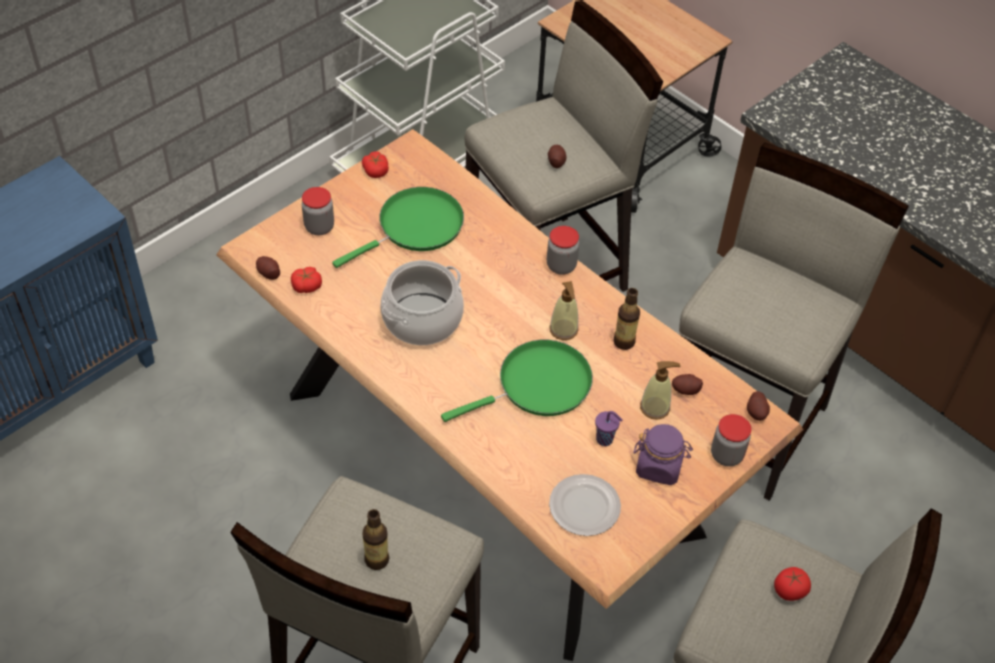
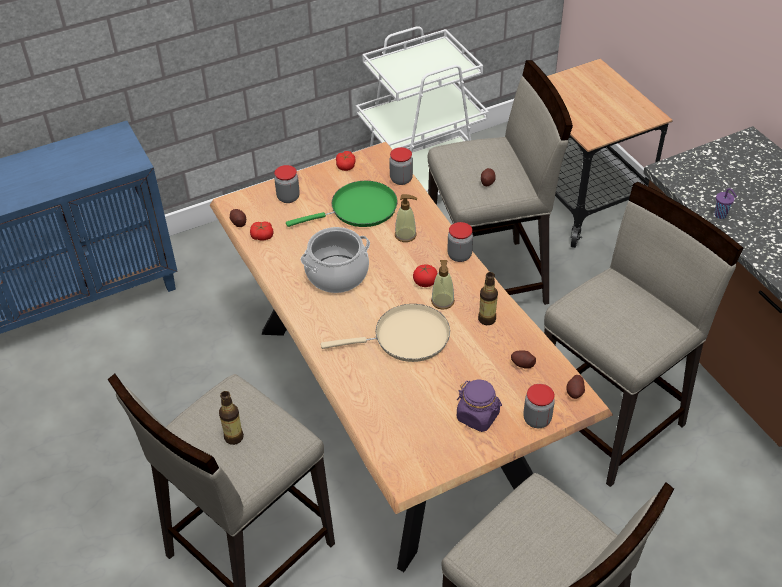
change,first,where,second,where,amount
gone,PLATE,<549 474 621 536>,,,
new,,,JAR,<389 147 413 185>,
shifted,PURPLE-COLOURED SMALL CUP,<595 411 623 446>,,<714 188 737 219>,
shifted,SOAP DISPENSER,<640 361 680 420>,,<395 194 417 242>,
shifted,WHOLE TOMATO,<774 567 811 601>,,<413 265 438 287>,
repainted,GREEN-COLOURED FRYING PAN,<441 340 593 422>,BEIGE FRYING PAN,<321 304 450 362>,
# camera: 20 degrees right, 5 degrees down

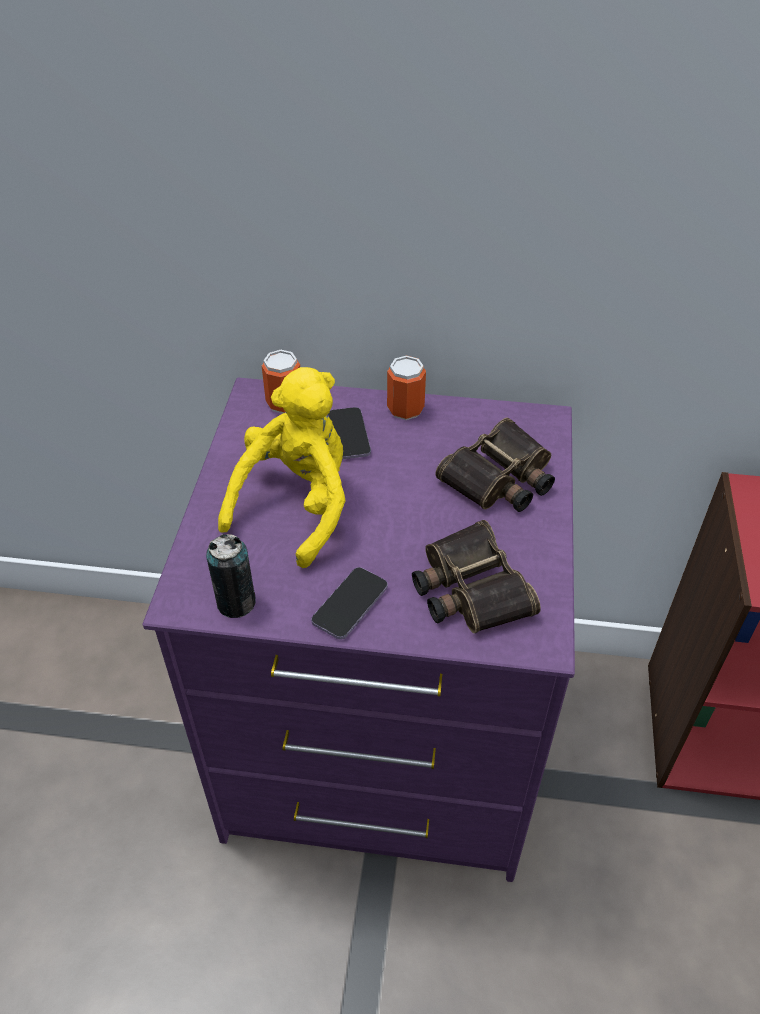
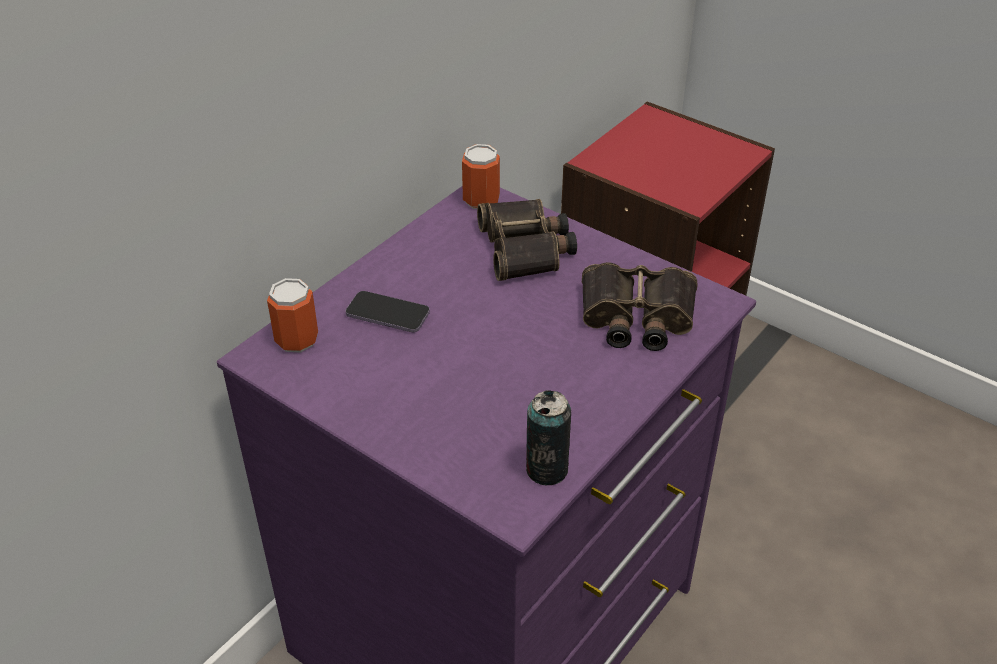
change,first,where,second,where,amount
gone,YELLOWISH PLUSH TOY,<218 367 346 568>,,,
gone,PHONE,<311 567 388 640>,,,
shifted,SEALED CAN,<387 355 426 420>,,<462 144 500 209>,
# camera: 60 degrees left, 5 degrees down

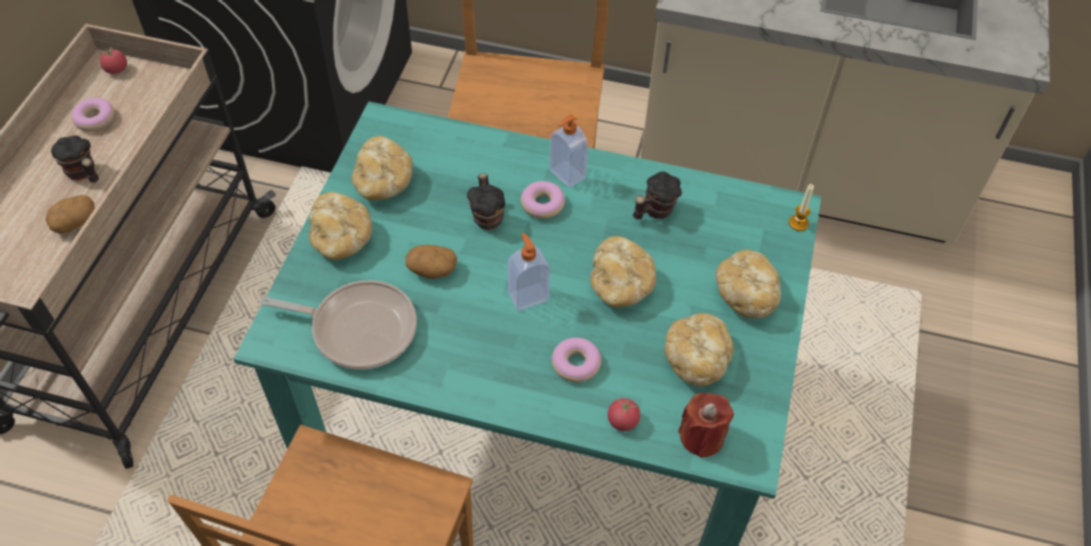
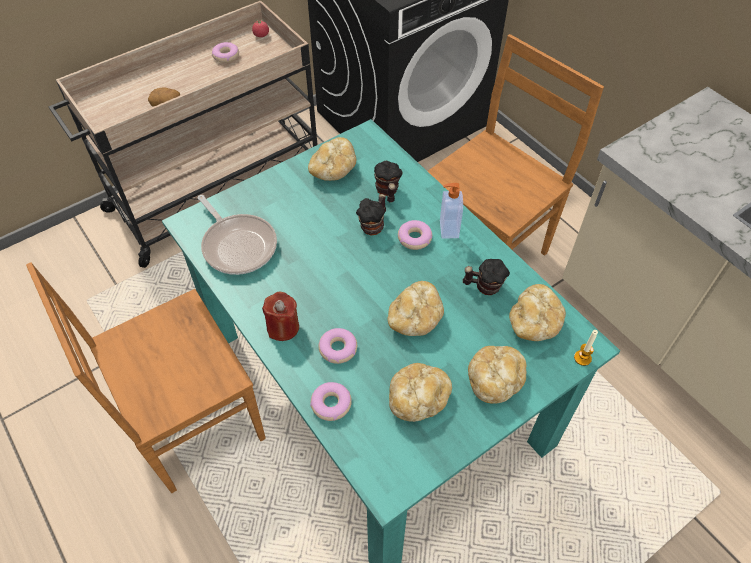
change,first,where,second,where,amount
gone,SPUD,<405 245 457 279>,,,
gone,SOAP DISPENSER,<508 233 550 311>,,,
shifted,MUG,<51 136 99 183>,,<374 161 403 202>,
shifted,BREAD,<309 192 372 260>,,<509 284 566 341>,
shifted,RED-COLOURED WAX CANDLE,<678 393 734 458>,,<262 292 299 341>,
swapped,WHOLE TOMATO,<608 398 640 431>,DONUT,<310 382 352 421>,
# camera: 40 degrees right, 0 degrees up

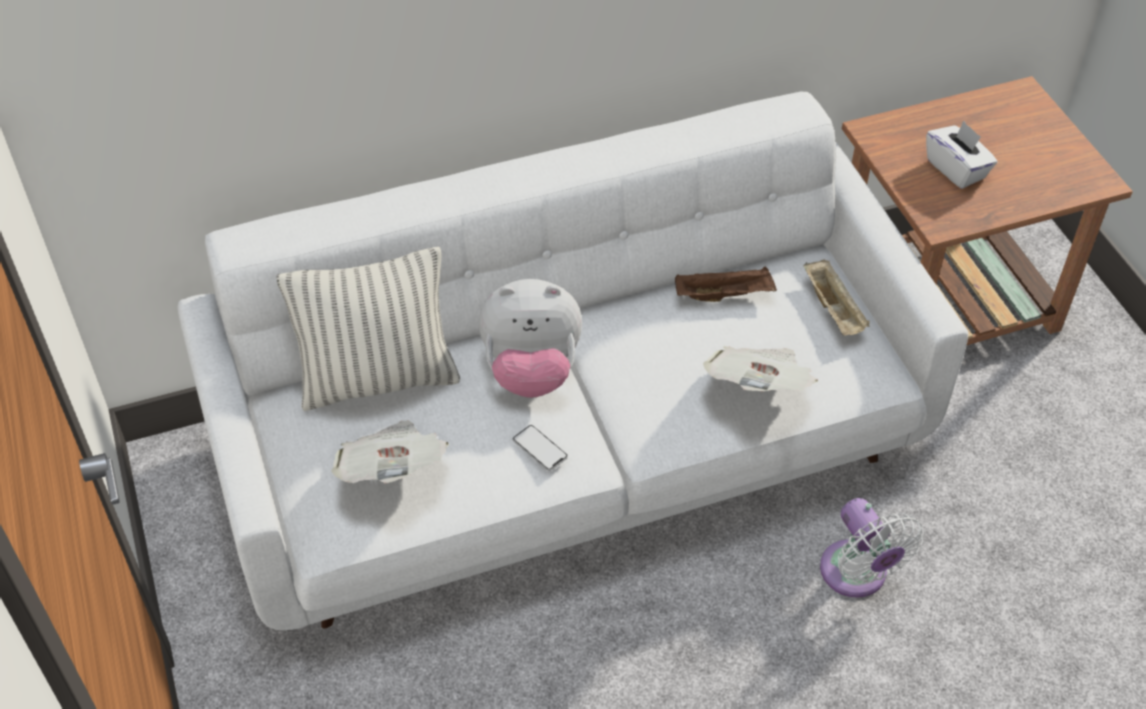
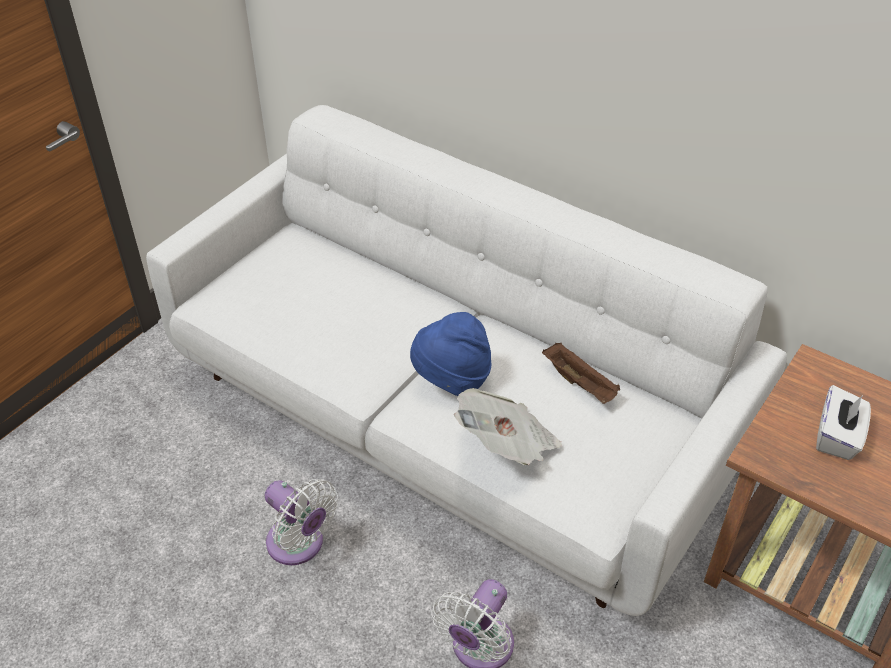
change,first,where,second,where,amount
gone,PILLOW,<276 247 460 411>,,,
gone,NEWSPAPER,<331 420 450 483>,,,
gone,PLUSH TOY,<479 279 582 398>,,,
gone,PHONE,<513 425 568 471>,,,
gone,BEIGE TRAY,<804 259 870 336>,,,
new,,,WHITE FAN,<265 479 338 565>,
new,,,BLUE-COLOURED CLOTHING HAT,<410 312 491 396>,
# camera: 55 degrees right, 5 degrees down

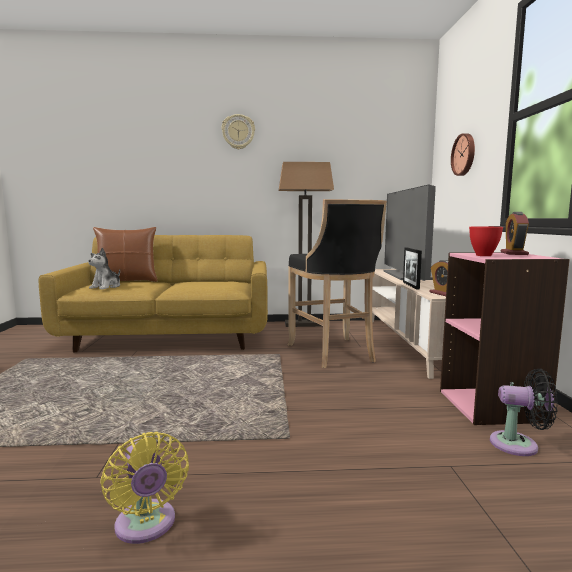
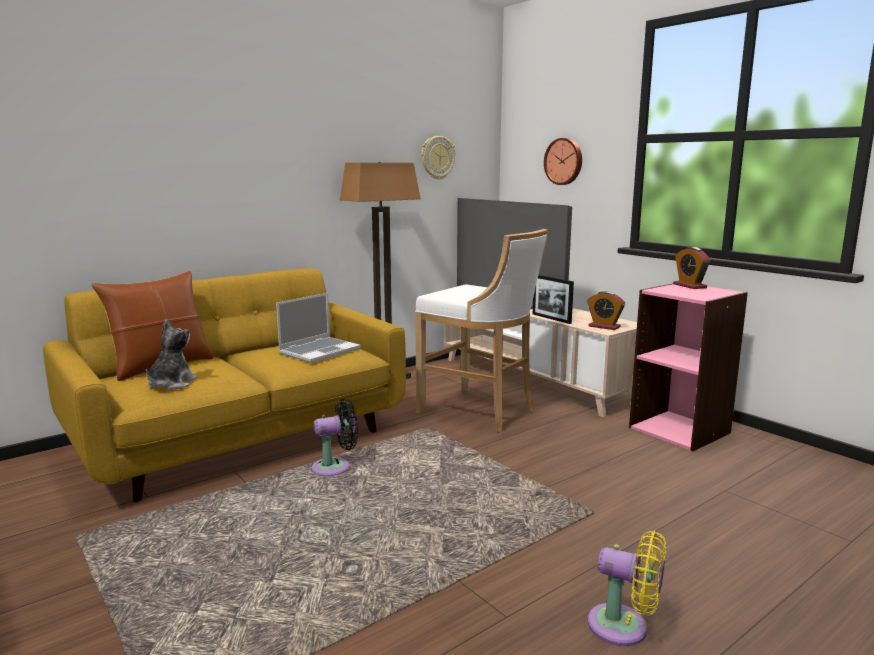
change,first,where,second,where,amount
gone,RED-COLOURED BOWL,<469 227 503 256>,,,
new,,,LAPTOP,<276 293 361 363>,
shifted,CLOCK ON THE WALL,<221 114 255 150>,,<421 136 456 180>,
shifted,BLACK-COLOURED FAN,<490 369 558 456>,,<311 398 358 476>,
repainted,BLACK-COLOURED SITTING STOOL,<288 199 387 368>,WHITE SITTING STOOL,<415 229 548 432>,
rotated,PLUSH TOY,<88 248 120 289>,,<146 320 197 390>,150 degrees counterclockwise
# camera: 35 degrees left, 5 degrees up

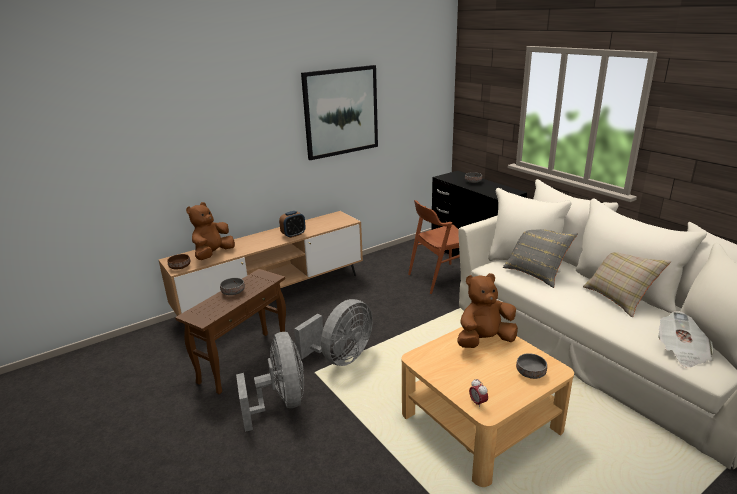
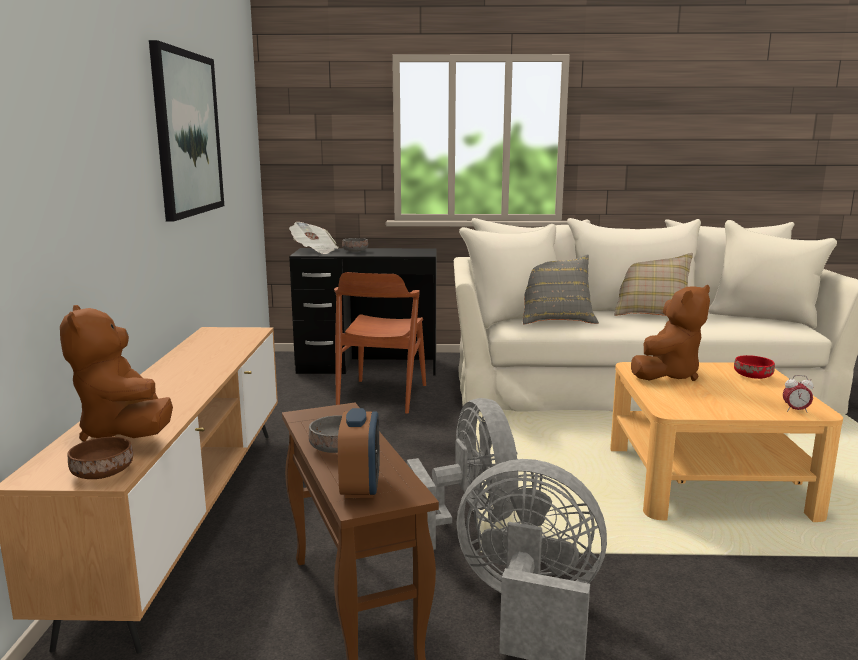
change,first,where,second,where,amount
shifted,TABLE CLOCK,<279 211 306 238>,,<338 408 380 498>,
shifted,NEWSPAPER,<658 311 713 367>,,<289 222 339 254>,
repainted,GREY BOWL,<516 353 547 379>,RED-COLOURED BOWL,<734 355 775 379>,
rotated,BROWNISH PLUSH TOY,<457 273 518 348>,,<631 285 710 381>,150 degrees counterclockwise
# camera: 55 degrees left, 10 degrees down

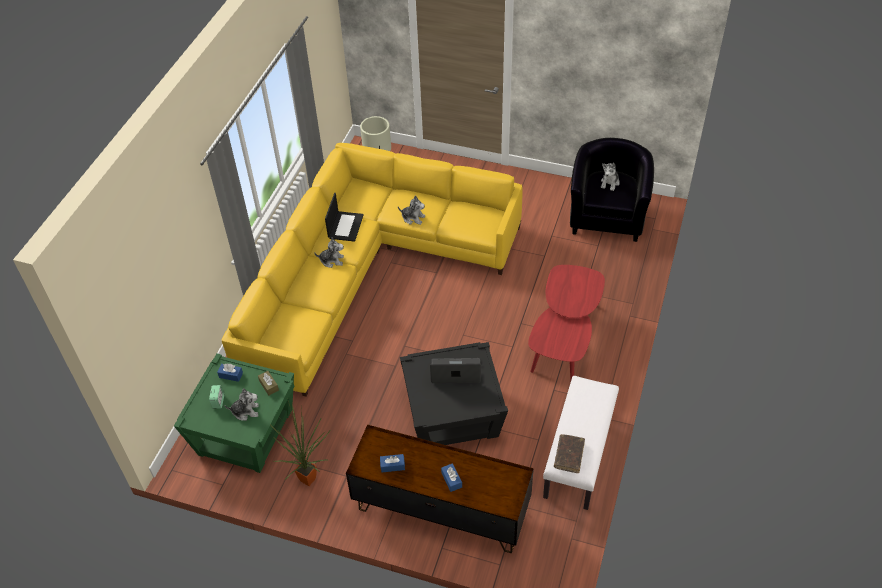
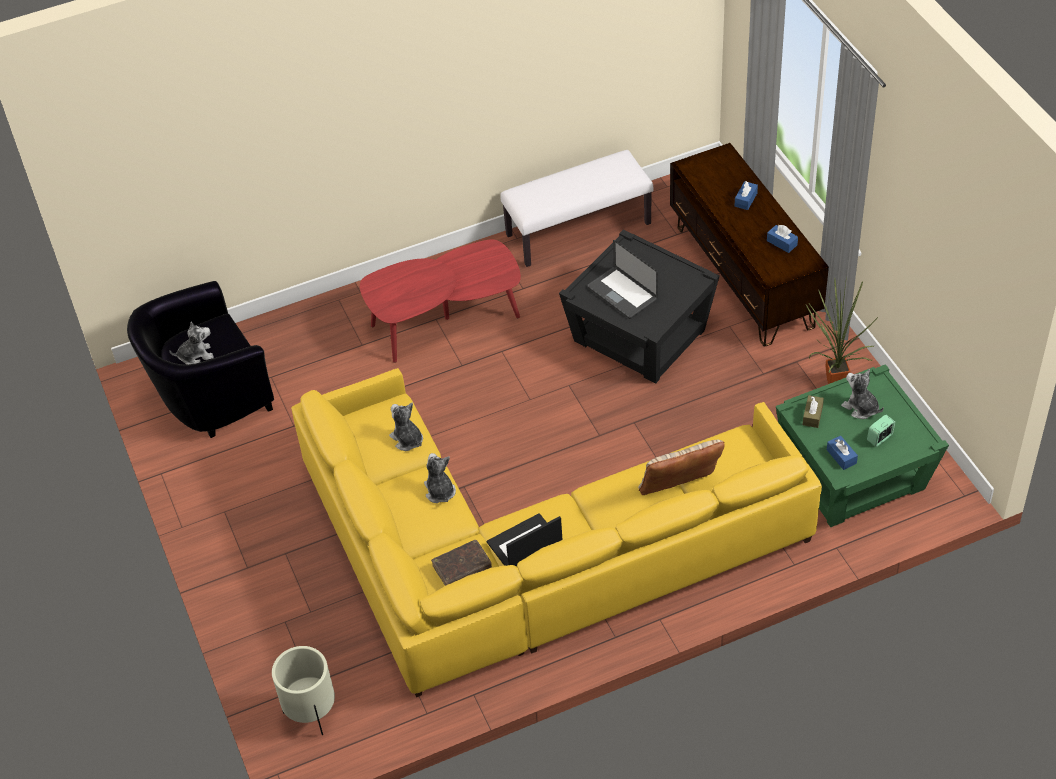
change,first,where,second,where,amount
new,,,BEIGE PILLOW,<638 440 725 495>,
shifted,PLUSH TOY,<314 238 344 268>,,<389 402 423 451>,
shifted,BROWNISH BOUND BOOK,<554 434 585 473>,,<431 540 492 586>,
# camera: 130 degrees left, 0 degrees up

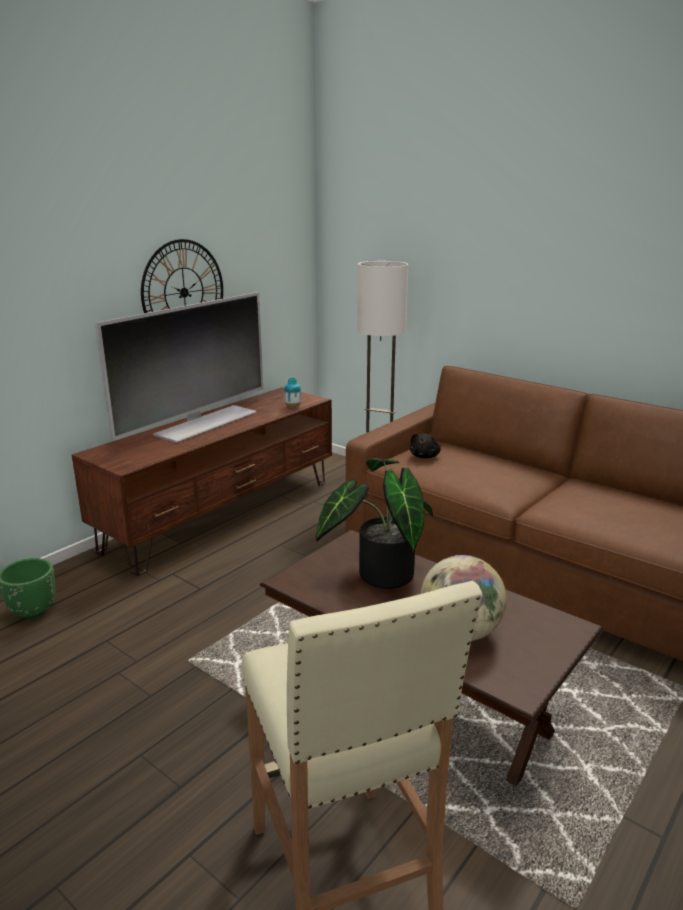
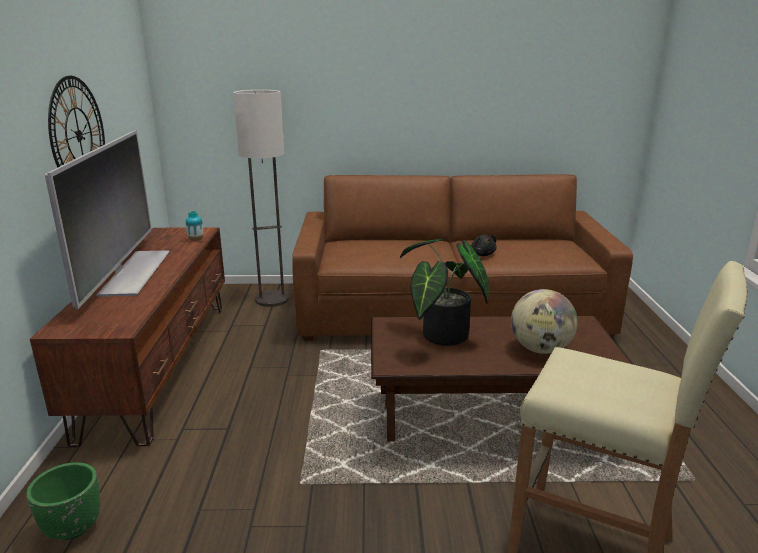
change,first,where,second,where,amount
shifted,BLACK-COLOURED PLUSH TOY,<410 433 441 458>,,<471 235 497 256>,
# camera: 40 degrees left, 0 degrees up

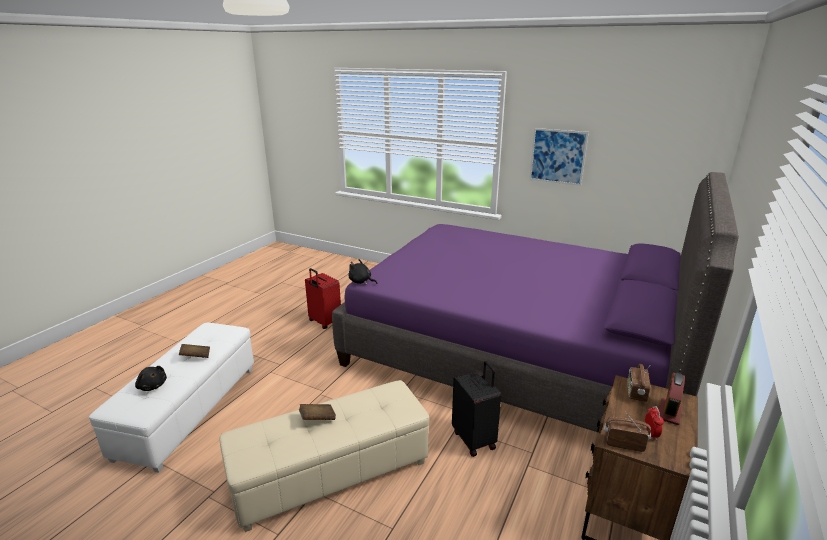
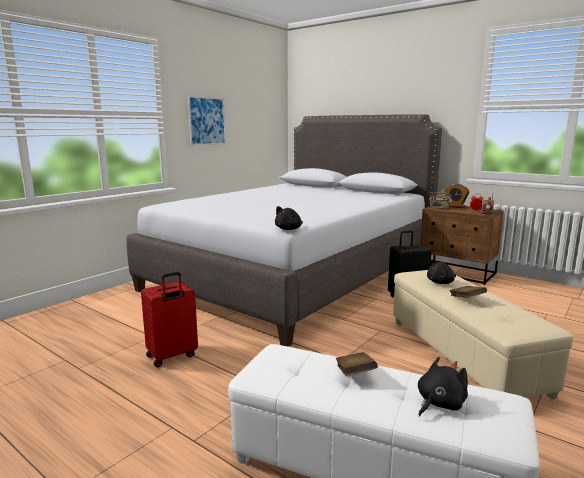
change,first,where,second,where,amount
new,,,BLACK-COLOURED PLUSH TOY,<427 259 456 284>,
repainted,PURPLE-COLOURED BED,<332 172 739 433>,GREY BED,<126 114 442 346>,
# camera: 80 degrees left, 10 degrees down

